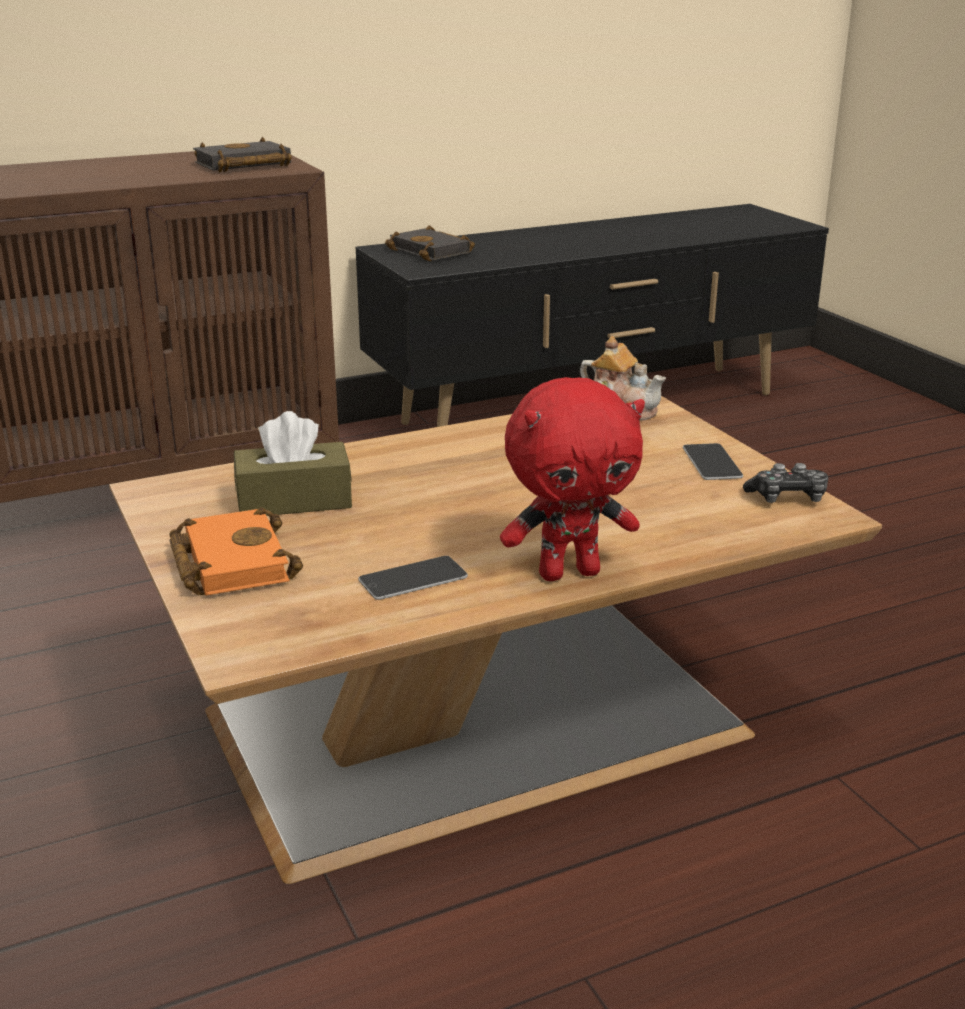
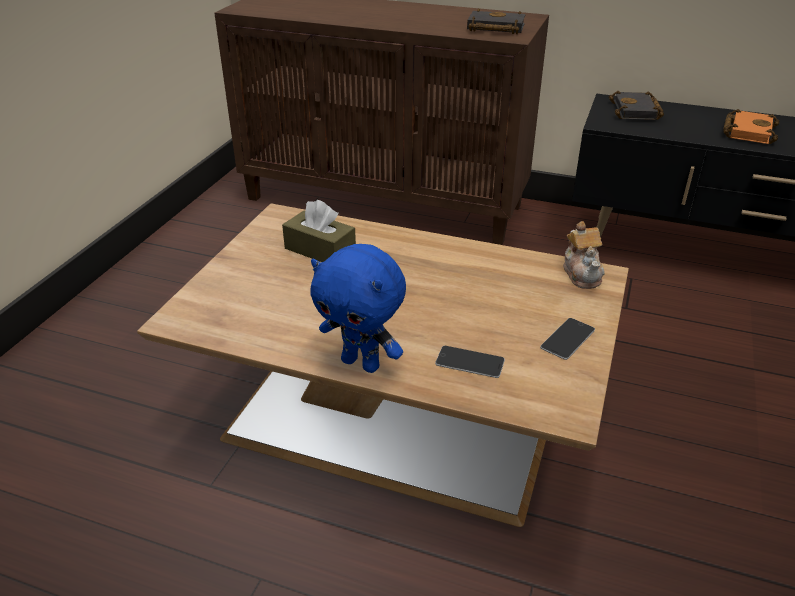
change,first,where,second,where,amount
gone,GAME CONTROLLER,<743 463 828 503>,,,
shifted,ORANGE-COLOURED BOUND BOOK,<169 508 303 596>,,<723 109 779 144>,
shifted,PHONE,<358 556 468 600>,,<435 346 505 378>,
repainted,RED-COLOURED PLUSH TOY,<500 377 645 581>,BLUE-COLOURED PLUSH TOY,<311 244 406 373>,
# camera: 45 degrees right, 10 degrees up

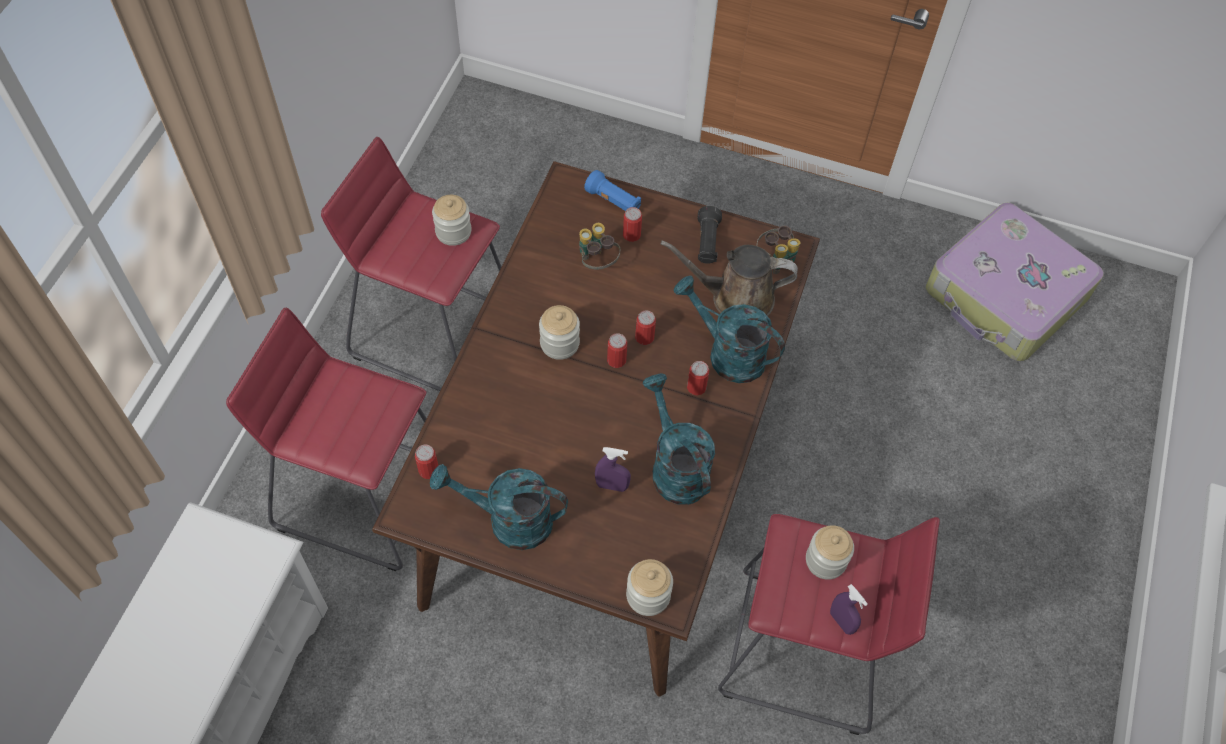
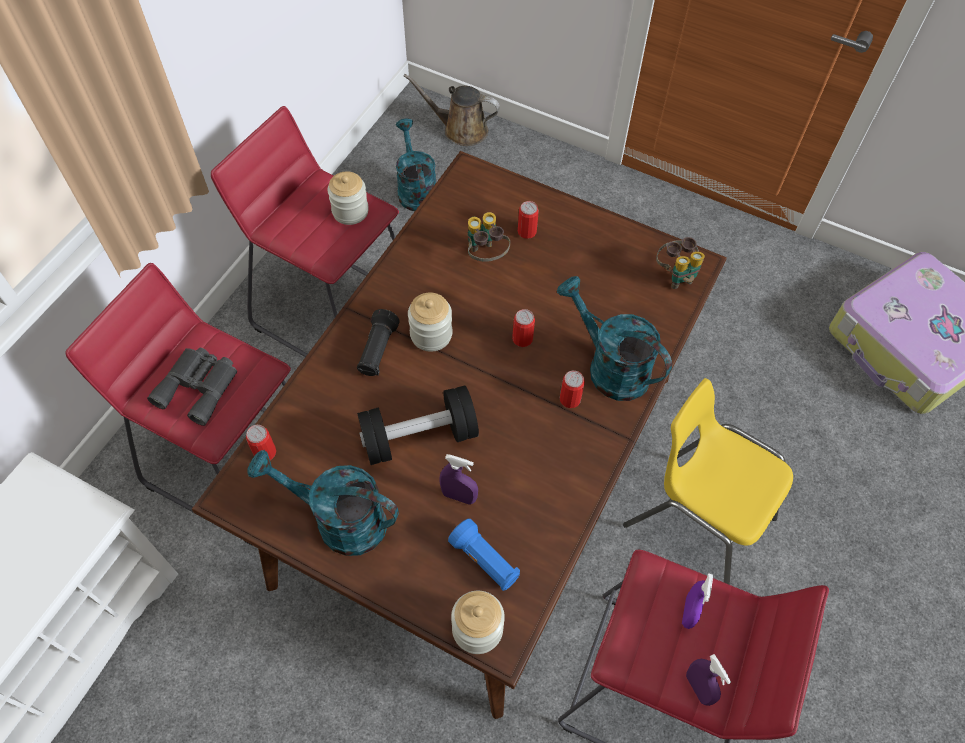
change,first,where,second,where,amount
gone,SEALED CAN,<607 333 627 368>,,,
new,,,GREY BINOCULARS,<147 348 237 426>,
new,,,BLACK-COLOURED FREE WEIGHT,<357 385 479 465>,
new,,,YELLOWISH PLAIN CHAIR,<623 378 793 585>,
shifted,BLUE-COLOURED FLASHLIGHT,<584 170 641 211>,,<448 519 520 591>,
shifted,TURQUOISE-COLOURED SPRINKLING CAN,<642 373 715 505>,,<396 118 436 211>,
shifted,BROWNISH SPRINKLING CAN,<661 240 798 316>,,<403 74 500 146>,
shifted,BLACK-COLOURED FLASHLIGHT,<698 206 722 264>,,<357 309 399 376>,
swapped,JAR,<806 525 854 580>,PURPLE-COLOURED HAND SPRAYER,<682 573 713 629>,
# camera: 10 degrees right, 0 degrees up

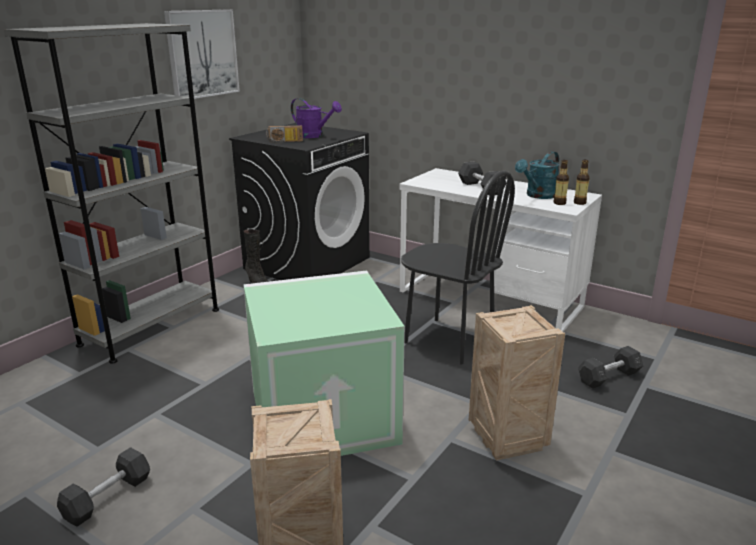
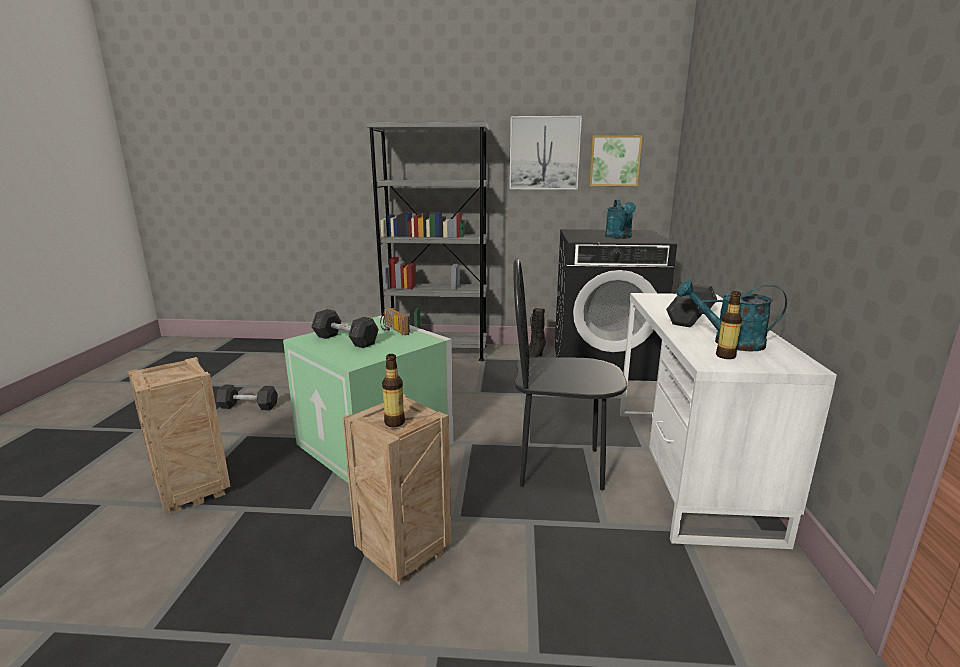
change,first,where,second,where,amount
new,,,WALL PICTURE,<589 135 643 186>,
shifted,RADIO SET,<266 126 303 143>,,<380 307 410 335>,
shifted,BEVERAGE BOTTLE,<574 160 590 205>,,<382 354 405 427>,
shifted,GREY FREE WEIGHT,<578 346 643 389>,,<311 309 379 348>,
repainted,PURPLE-COLOURED SPRINKLING CAN,<291 98 342 138>,TURQUOISE-COLOURED SPRINKLING CAN,<605 199 636 239>,
rotated,BLACK-COLOURED PLAIN CHAIR,<401 170 515 364>,,<513 259 627 491>,90 degrees clockwise
# camera: 60 degrees right, 5 degrees down

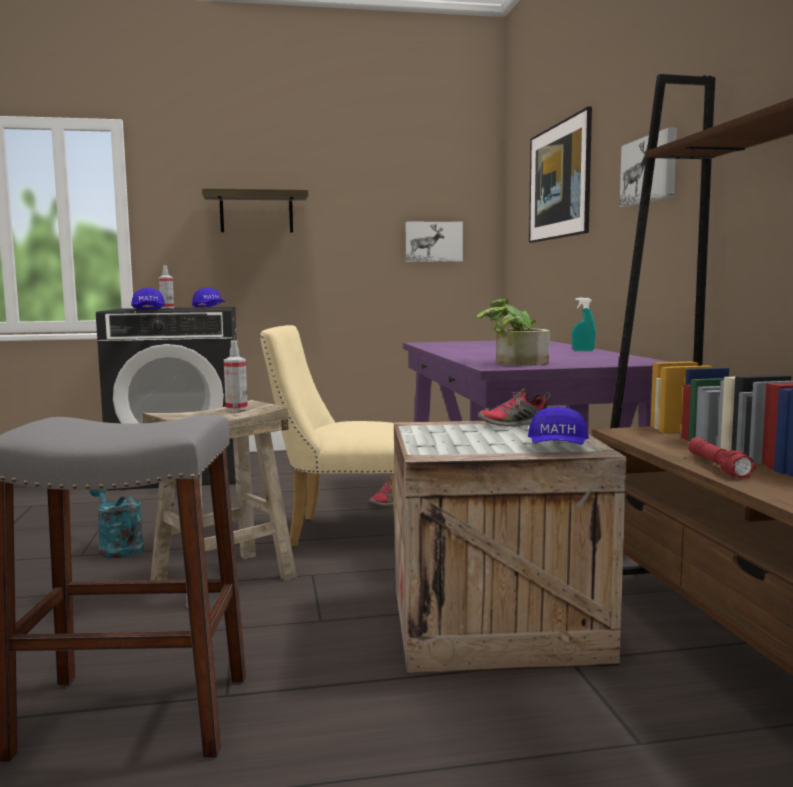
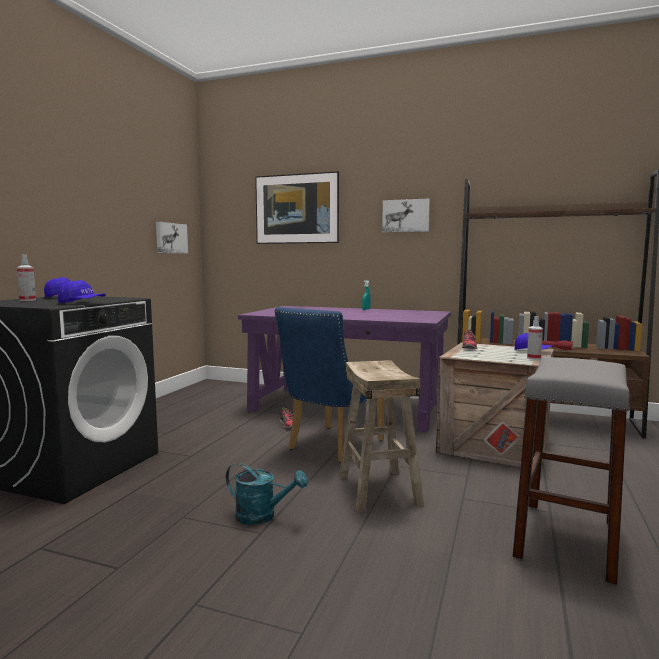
change,first,where,second,where,amount
gone,WALL SHELF,<202 188 308 232>,,,
gone,HOUSEPLANT,<476 299 550 365>,,,
shifted,HAND SPRAYER,<224 340 248 411>,,<527 316 543 360>,
repainted,BEIGE PLAIN CHAIR,<260 325 395 547>,BLUE-COLOURED PLAIN CHAIR,<274 307 384 463>,
rotated,TURQUOISE-COLOURED SPRINKLING CAN,<89 489 144 558>,,<226 462 308 525>,150 degrees counterclockwise
# camera: 60 degrees left, 0 degrees up

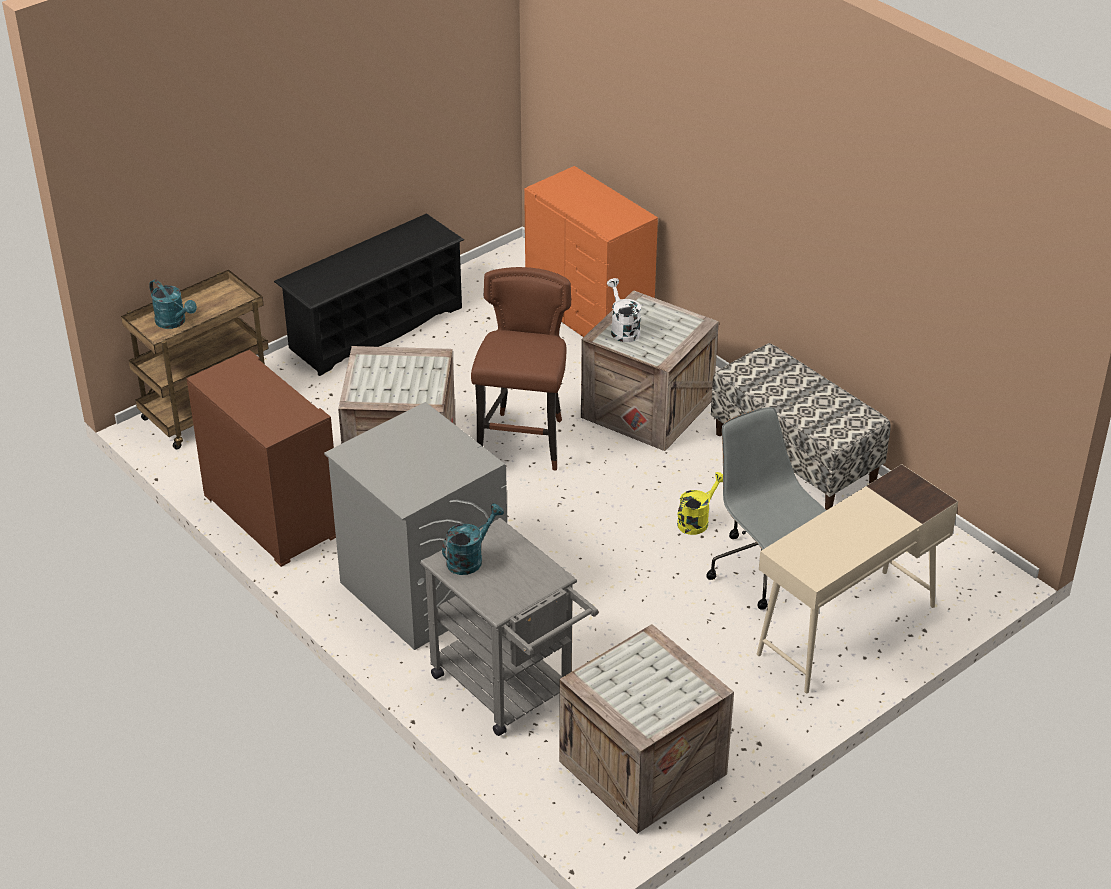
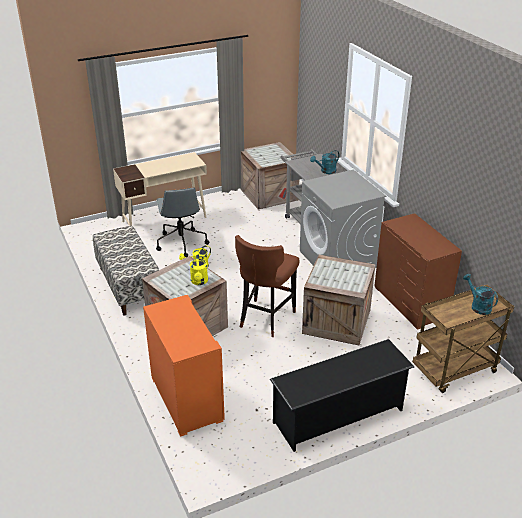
change,first,where,second,where,amount
repainted,WHITE SPRINKLING CAN,<607 278 641 342>,YELLOWISH SPRINKLING CAN,<190 254 208 285>,
# camera: 165 degrees left, 5 degrees down

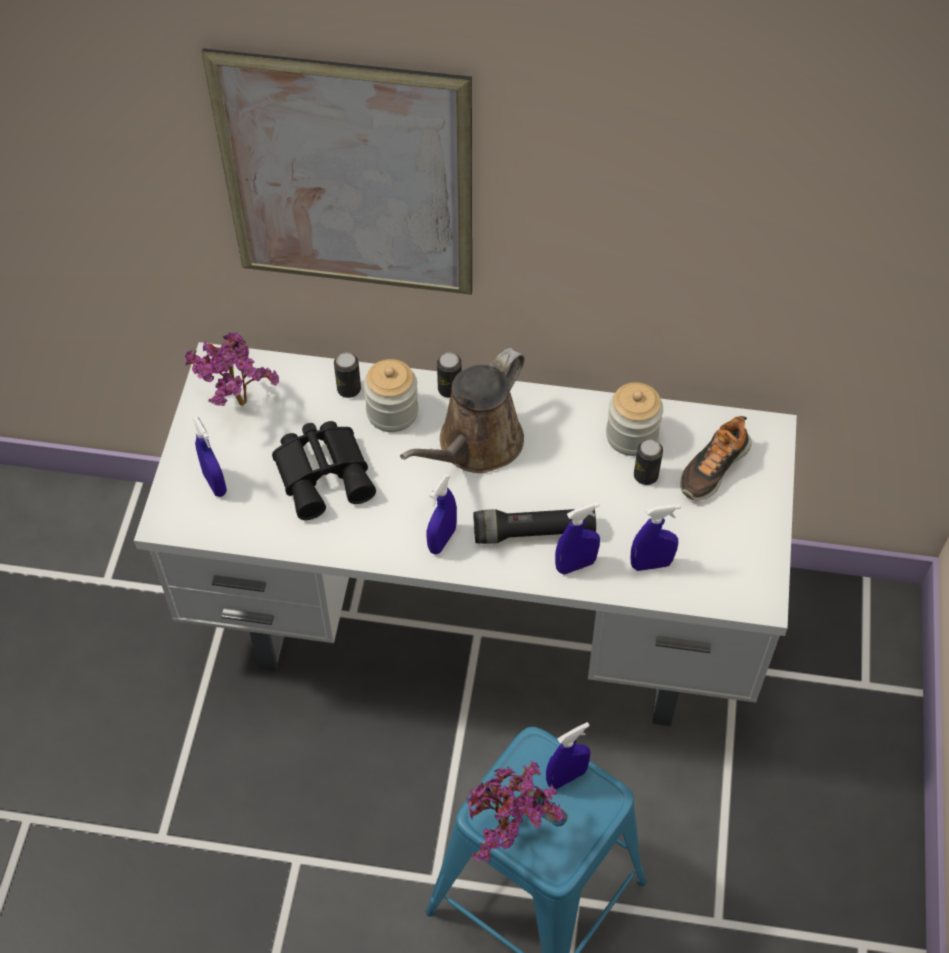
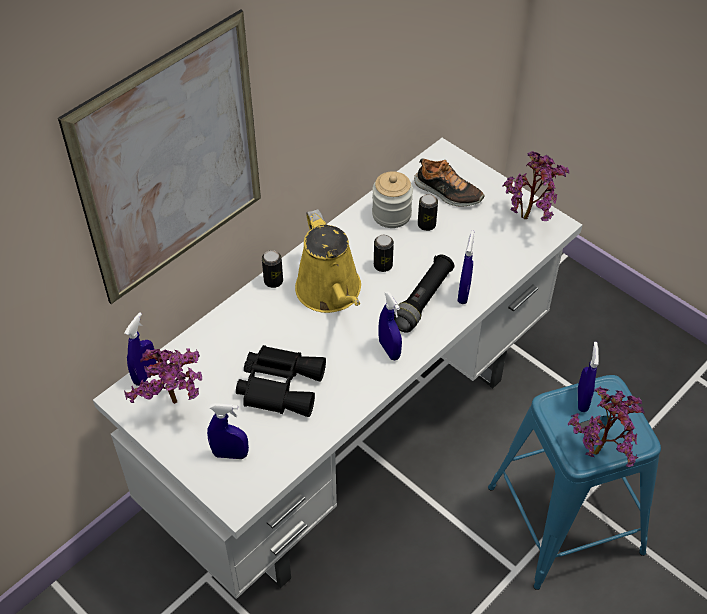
change,first,where,second,where,amount
gone,JAR,<364 359 418 432>,,,
new,,,HOUSEPLANT,<503 151 569 221>,
shifted,SEALED CAN,<334 352 361 398>,,<374 235 394 272>,
shifted,BLUE-COLOURED HAND SPRAYER,<630 504 680 571>,,<124 312 157 386>,
repainted,BROWNISH SPRINKLING CAN,<400 348 525 473>,YELLOWISH SPRINKLING CAN,<295 209 361 313>,
rotated,SHOE,<680 416 752 501>,,<414 158 484 207>,45 degrees counterclockwise
# camera: 55 degrees left, 5 degrees down

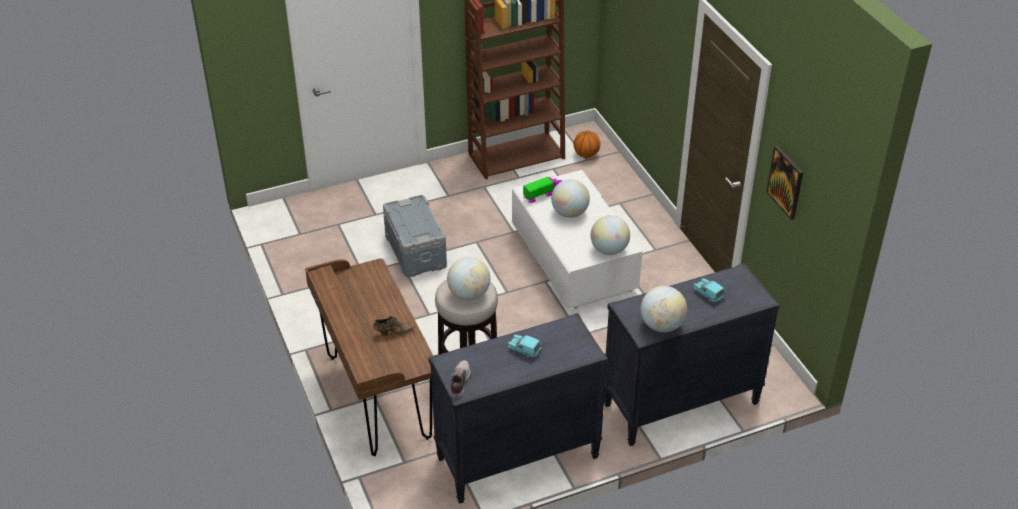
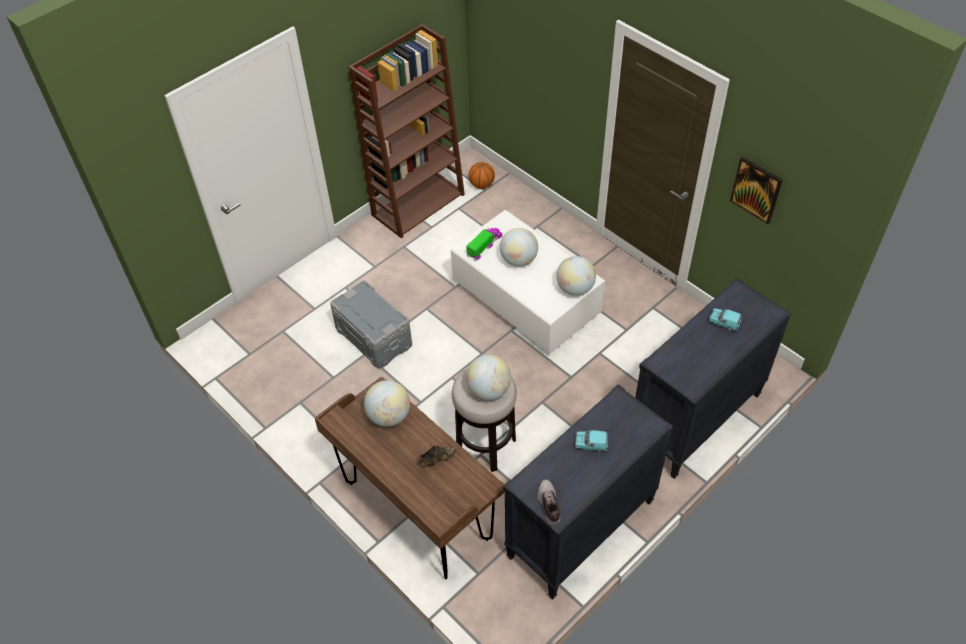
change,first,where,second,where,amount
shifted,DESK GLOBE,<641 286 687 332>,,<364 380 410 427>,
# camera: 20 degrees left, 10 degrees up

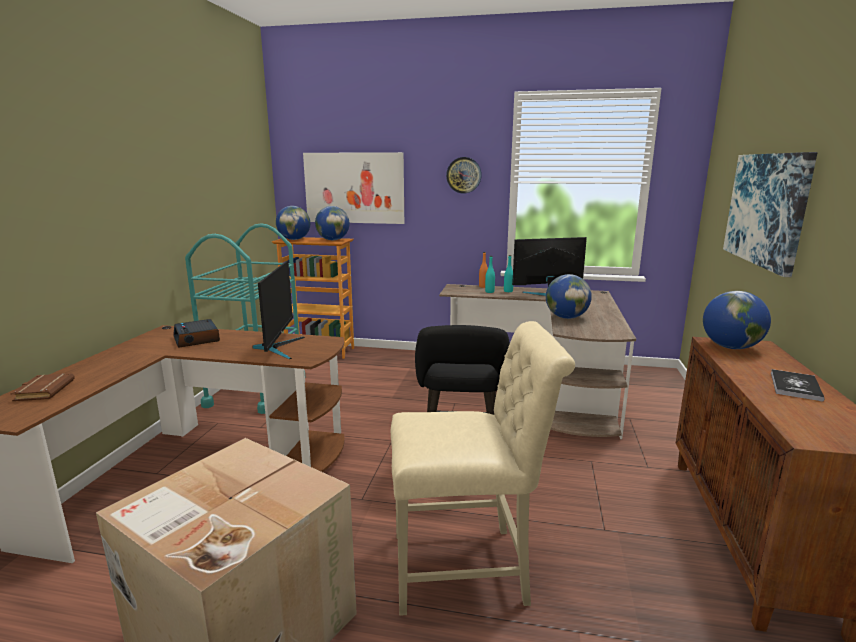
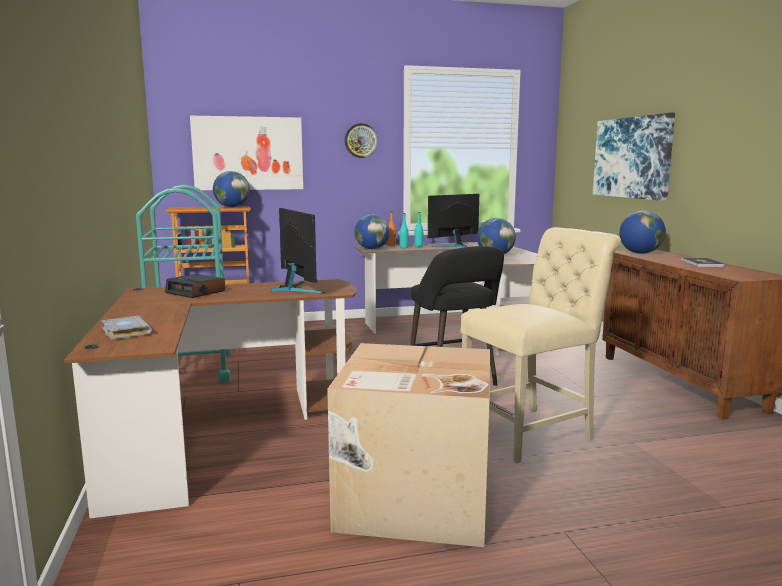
change,first,where,second,where,amount
shifted,DESK GLOBE,<276 206 310 240>,,<354 214 390 249>,
repainted,BROWNISH BOUND BOOK,<11 373 75 401>,GREY BOUND BOOK,<102 316 152 340>,
# camera: 25 degrees left, 5 degrees down

